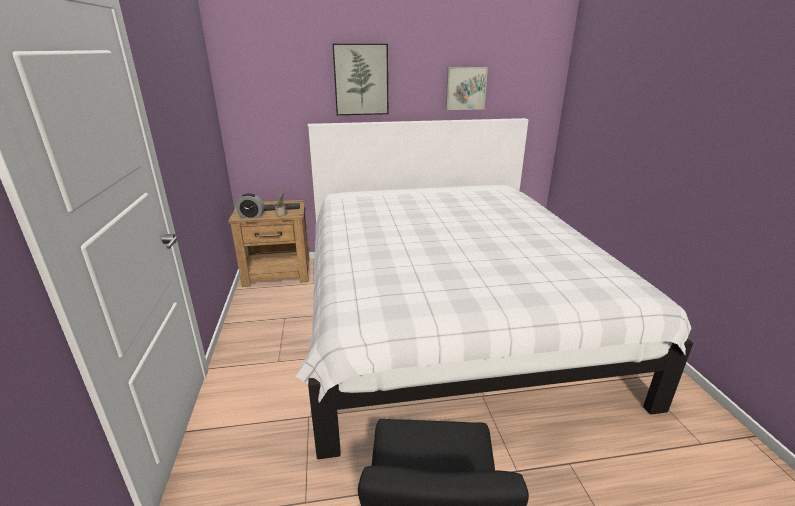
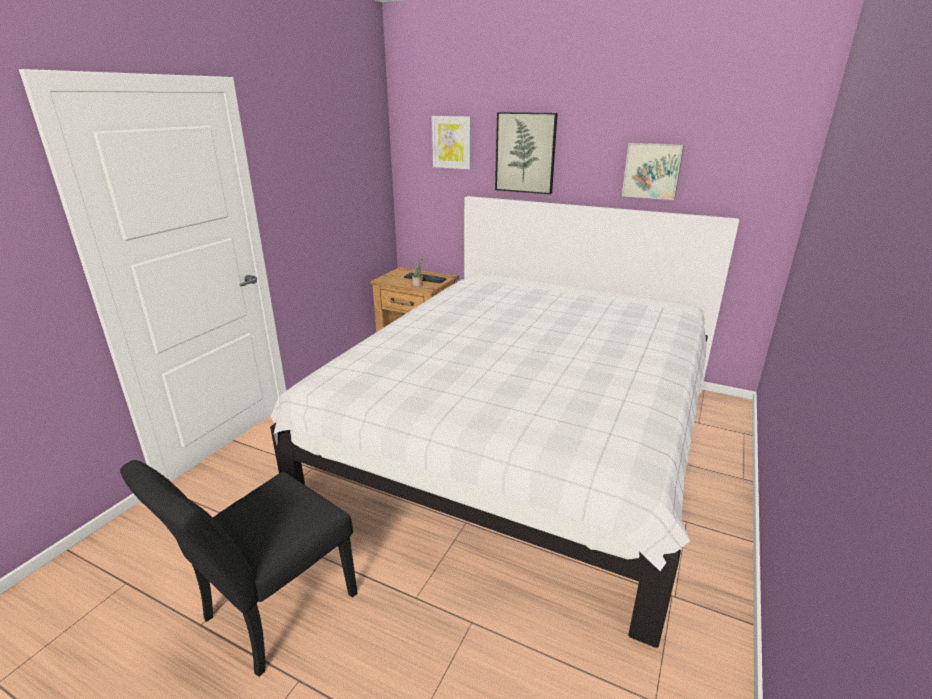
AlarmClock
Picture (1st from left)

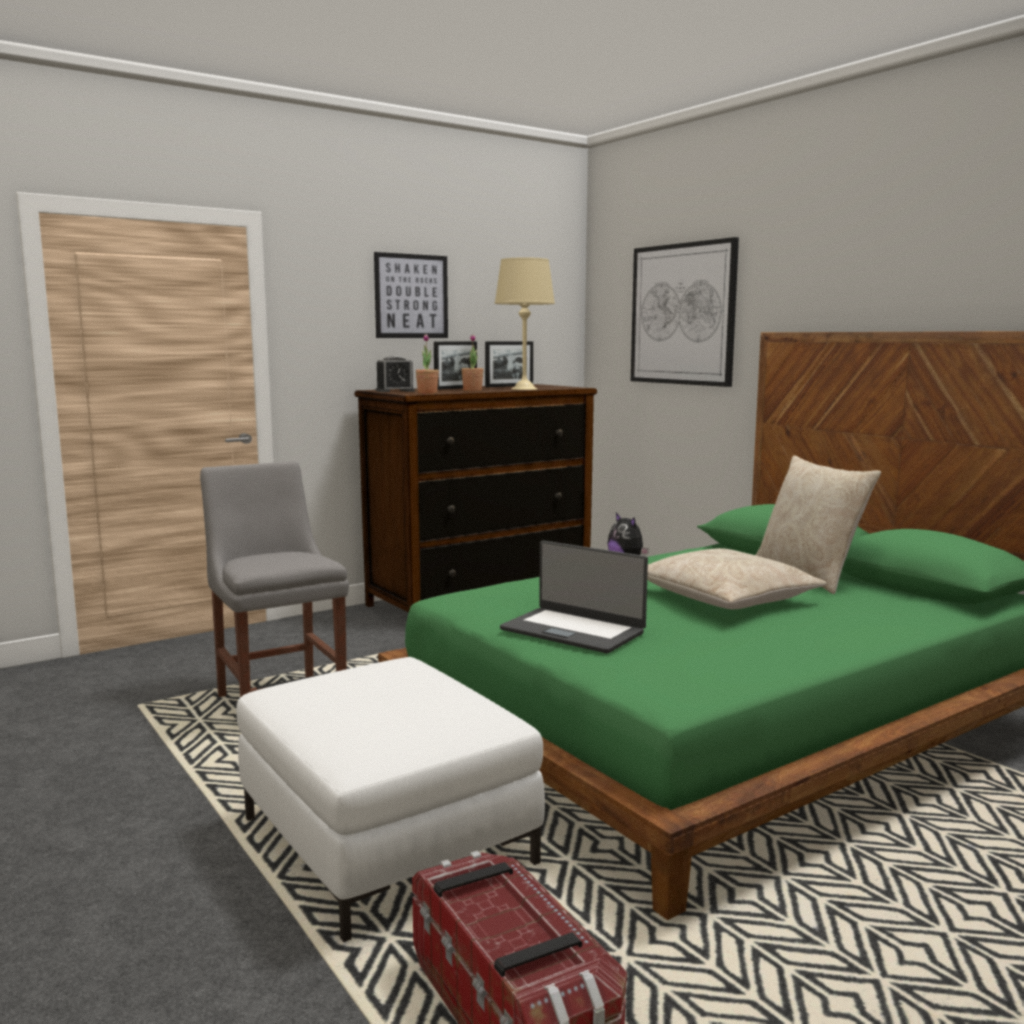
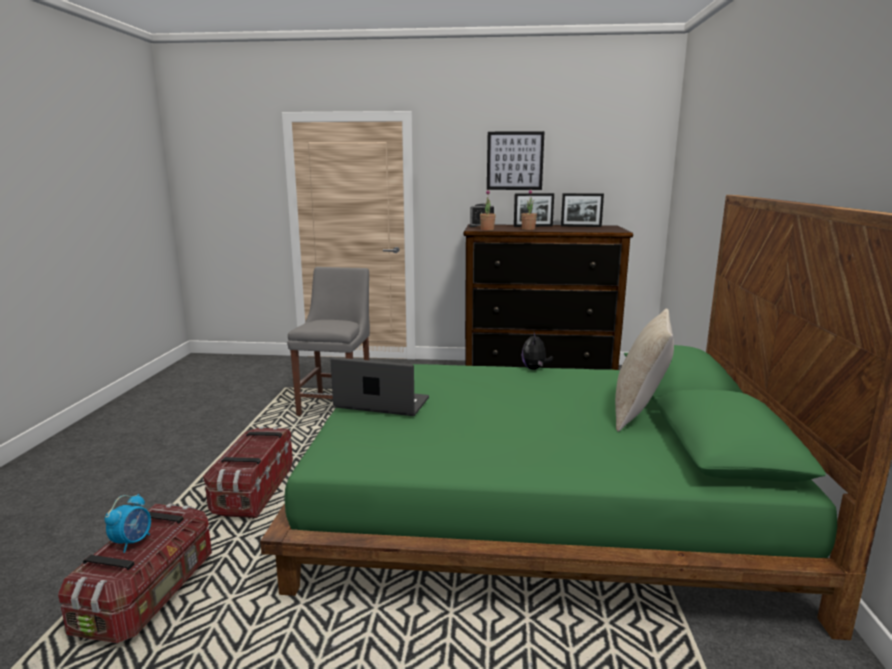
StorageBox (2nd from left)
BeigeTableLamp
Laptop
Picture (2nd from left in the first image)
BeigePillow (1st from left in the first image)
AlarmClock (1st from left)

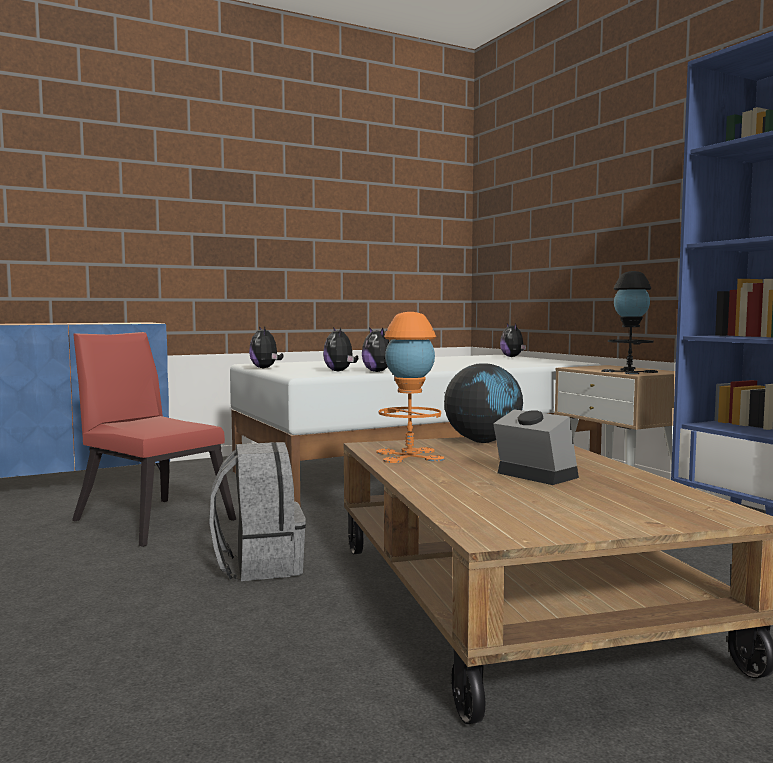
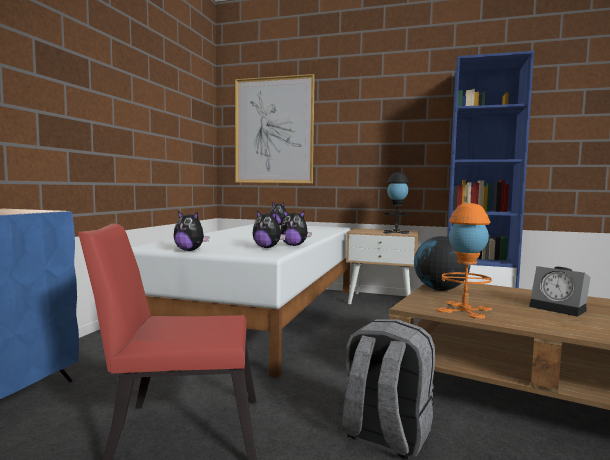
AlarmClock
Picture

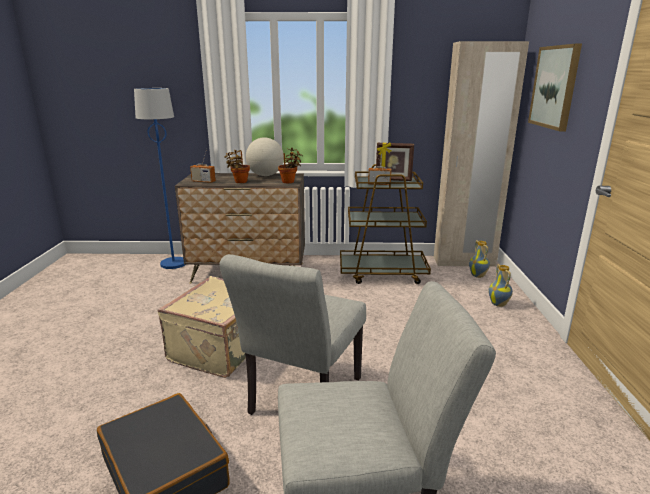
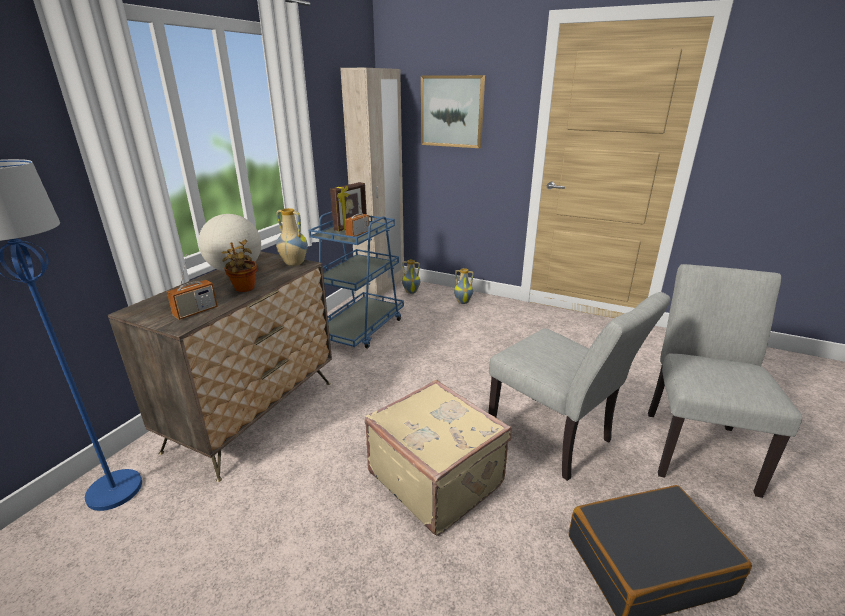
Vase (1st from left)
BlueCart

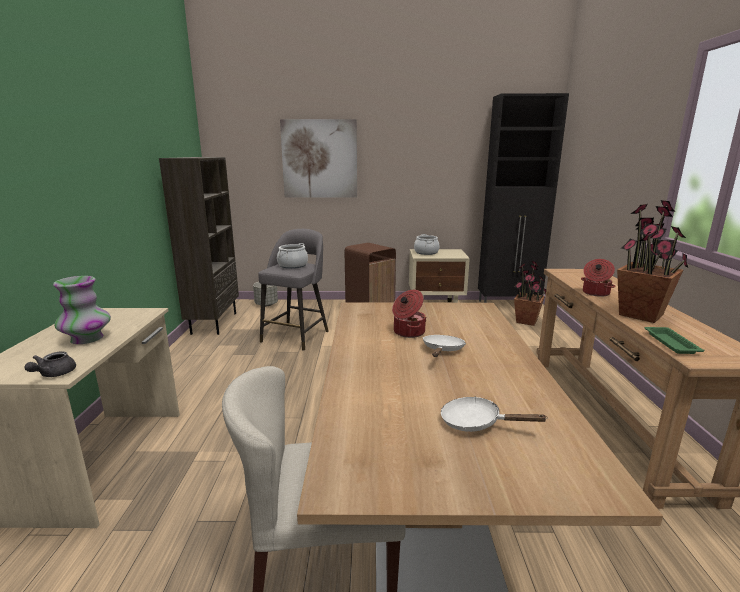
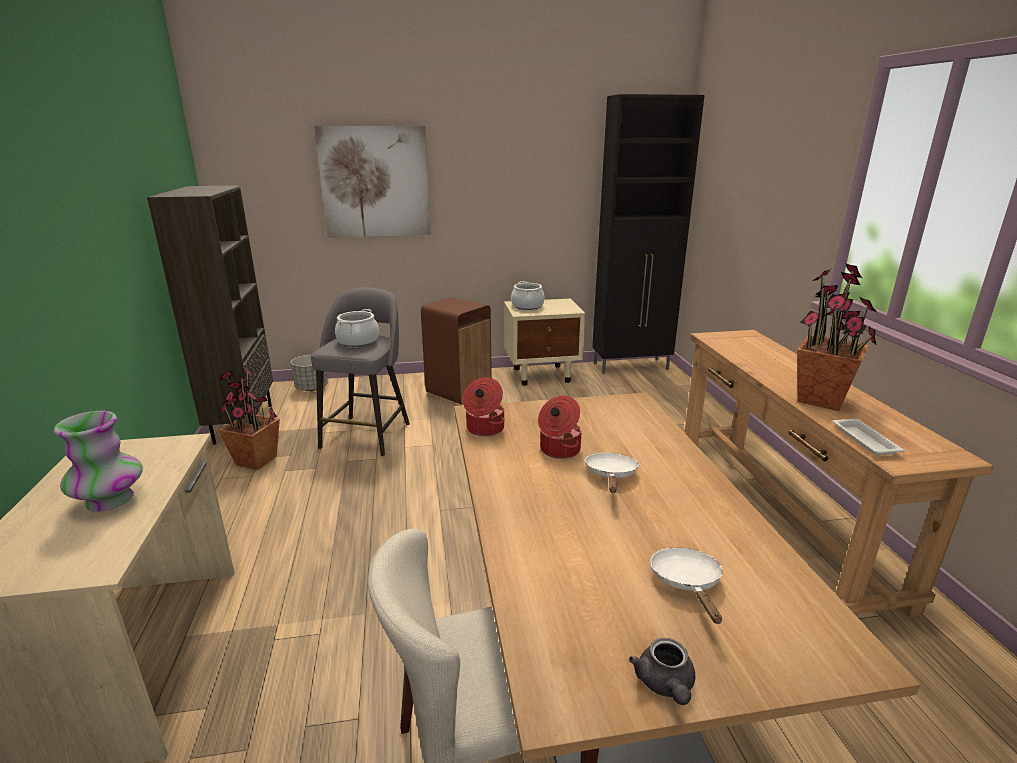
GreyTeapot
WhiteFryingPan (2nd from left)
PottedPlant (1st from left)
CookingPot (2nd from left)
WhiteTray

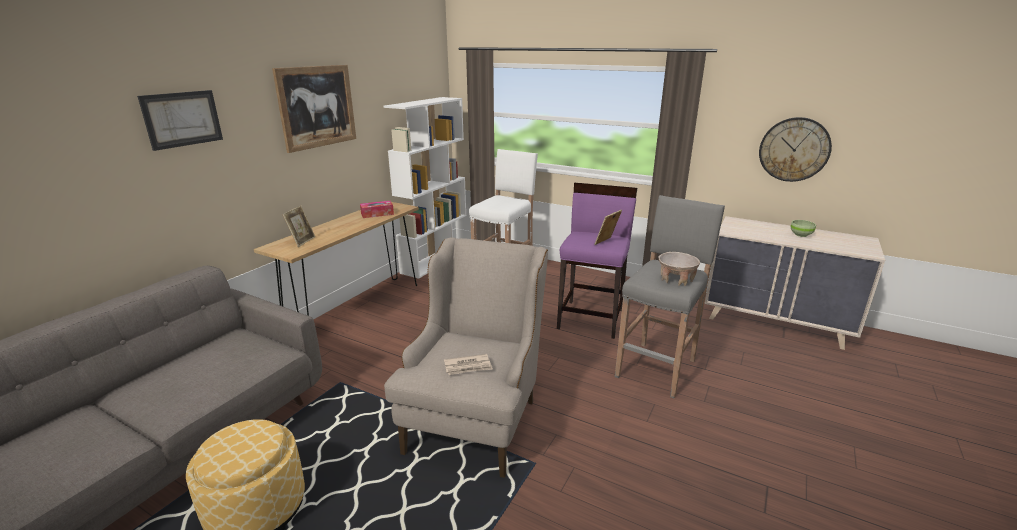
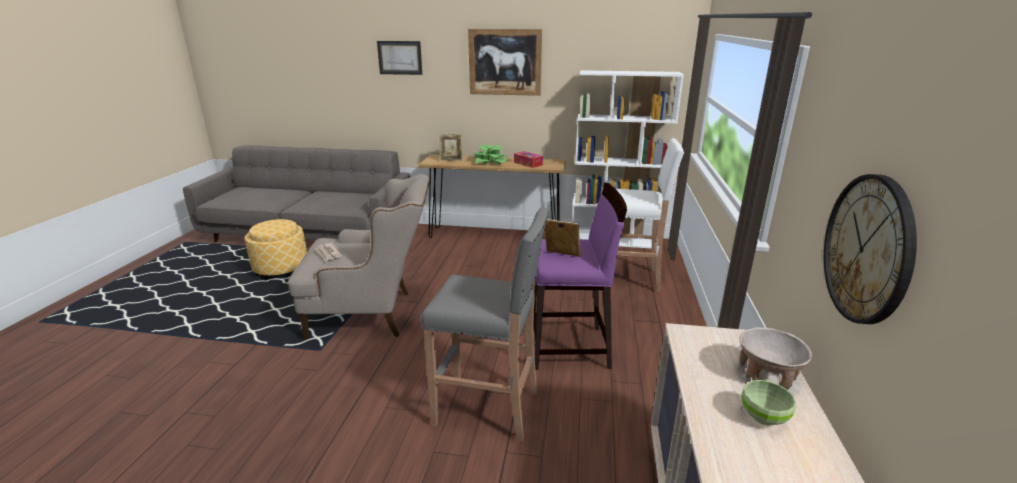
BeigeBowl
PottedPlant

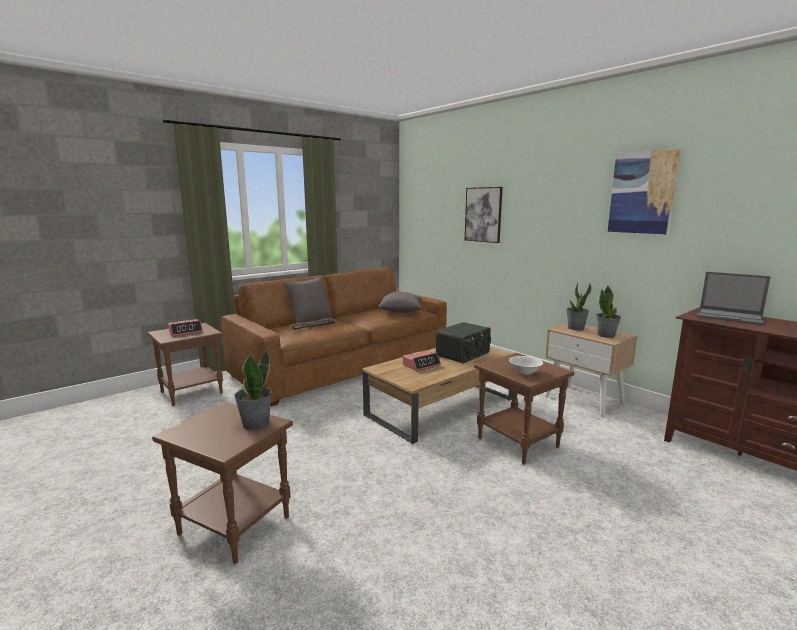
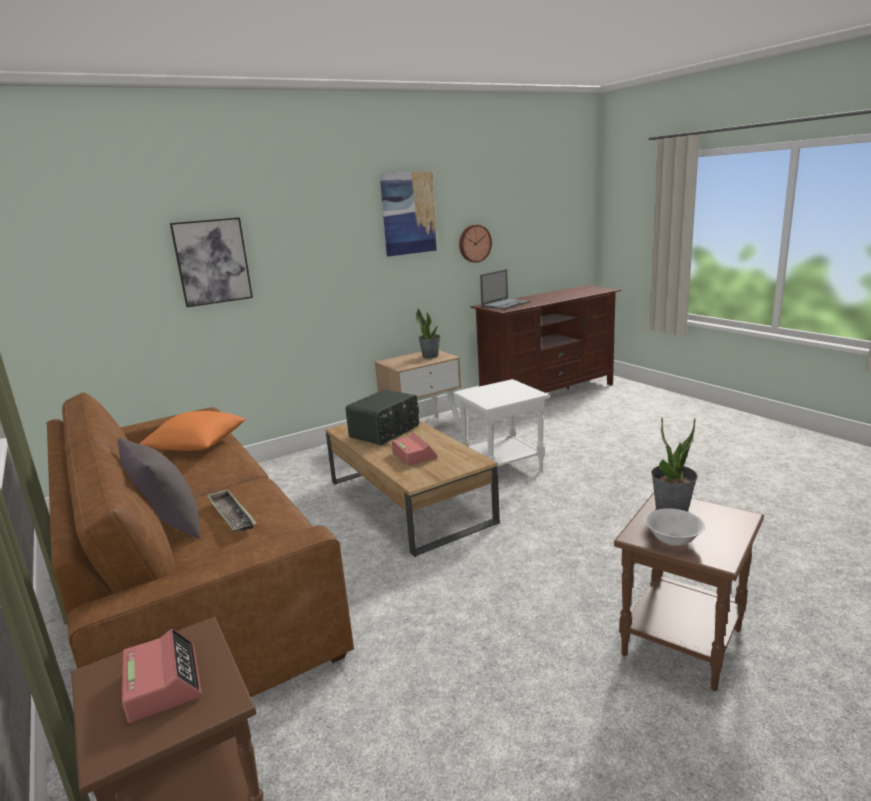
OrangePillow
Radio
WhiteSideTable
WhiteBowl
PottedPlant (2nd from left in the first image)
WallClock

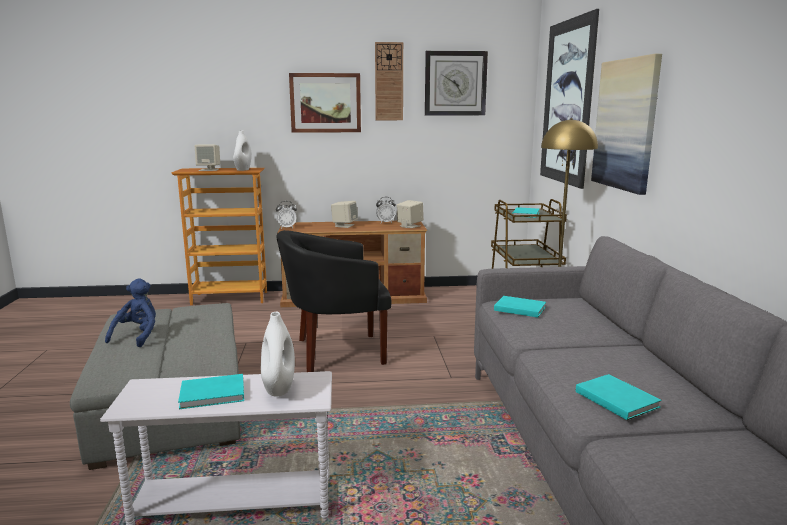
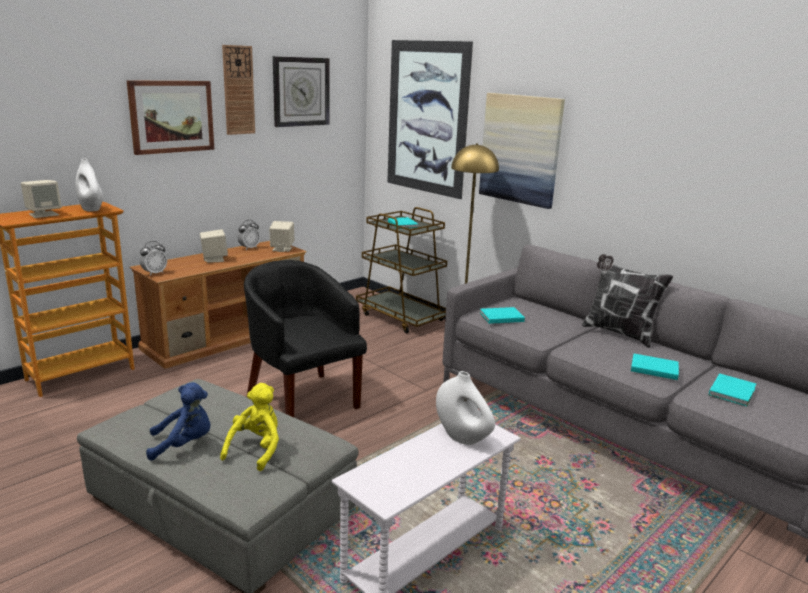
BluePlushToy
TurquoiseBook (4th from left)
BlackArmchair
YellowPlushToy
Pillow

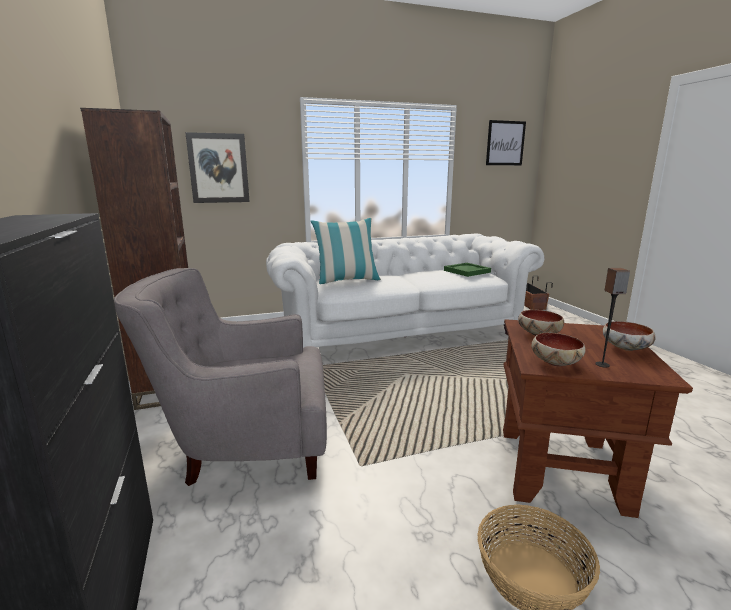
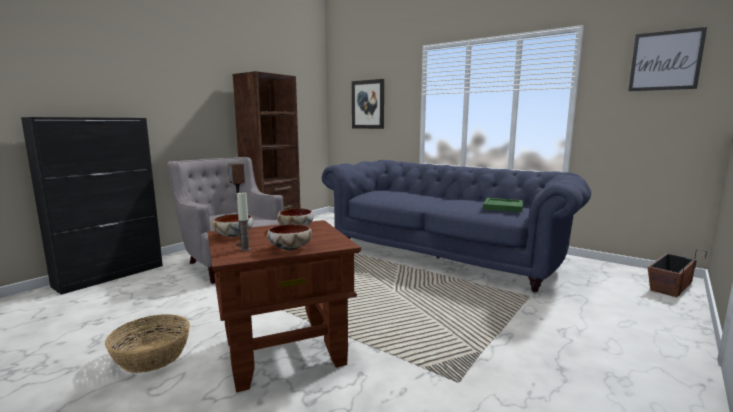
BlueSofa
Pillow
Candle

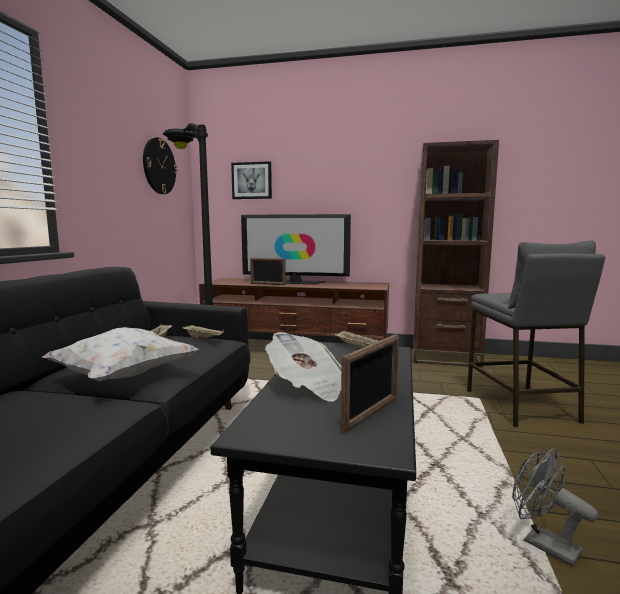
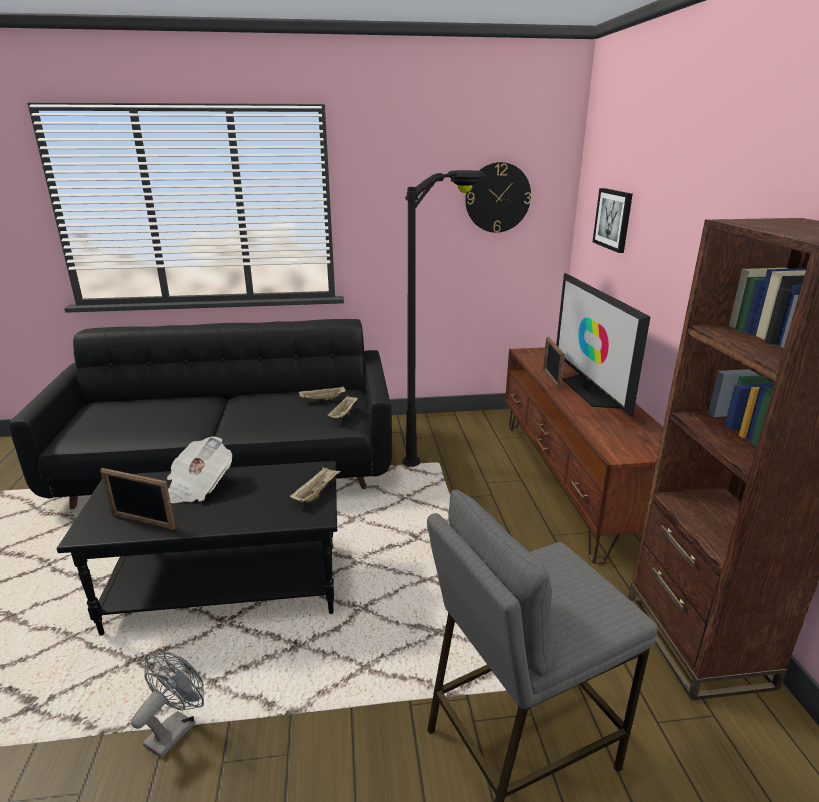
WhitePillow

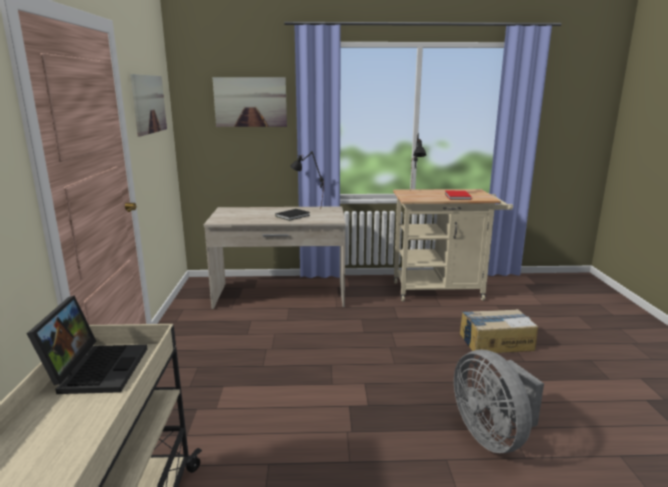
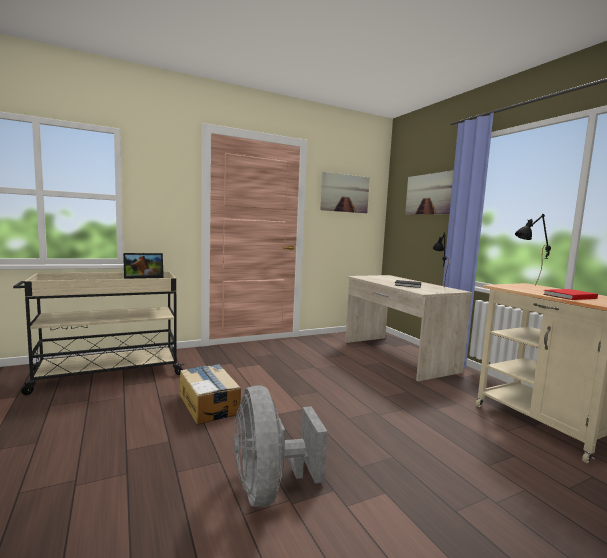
GreyFan
CardboardBox

